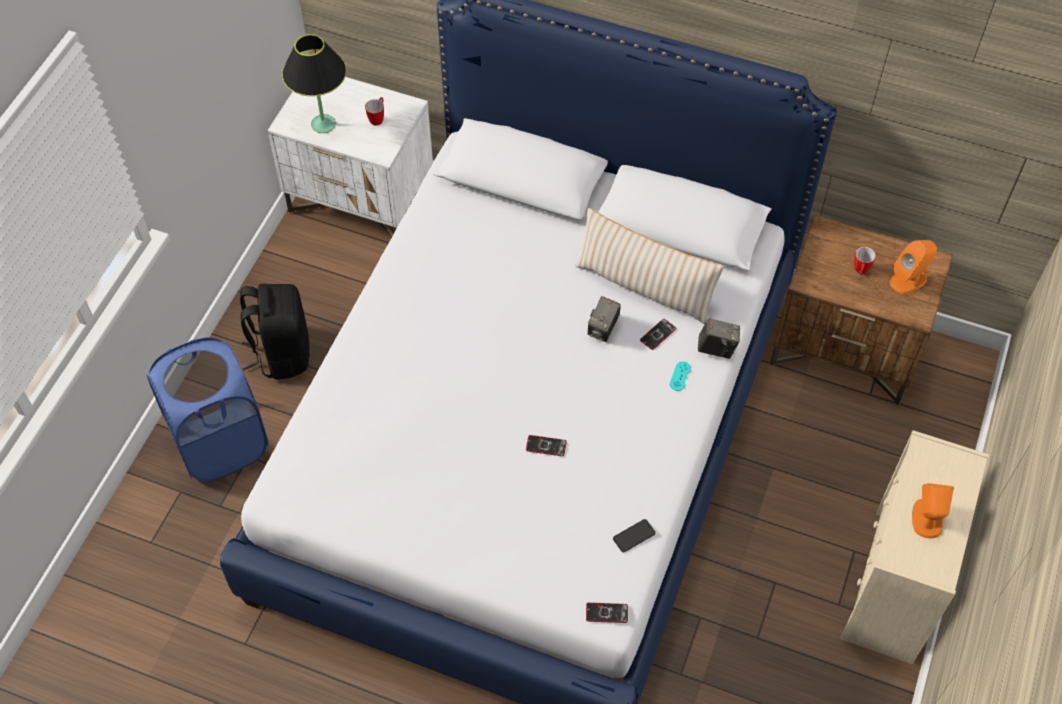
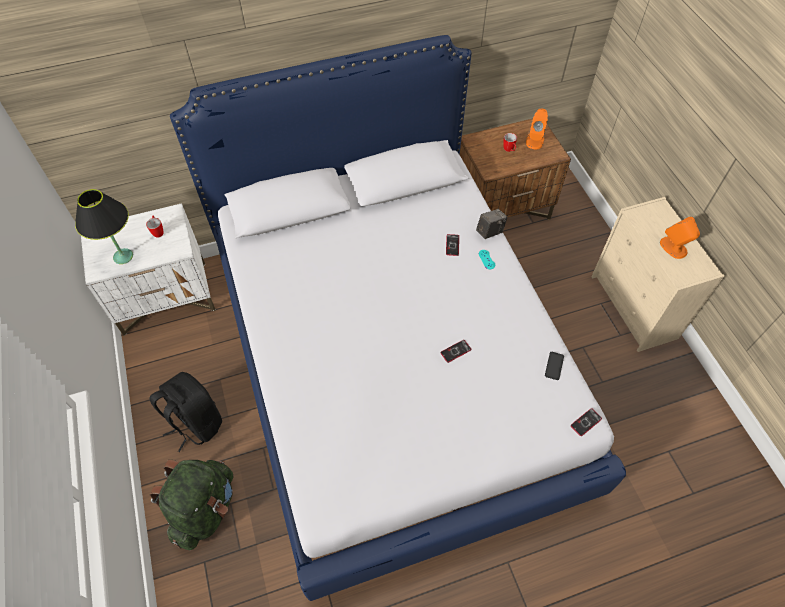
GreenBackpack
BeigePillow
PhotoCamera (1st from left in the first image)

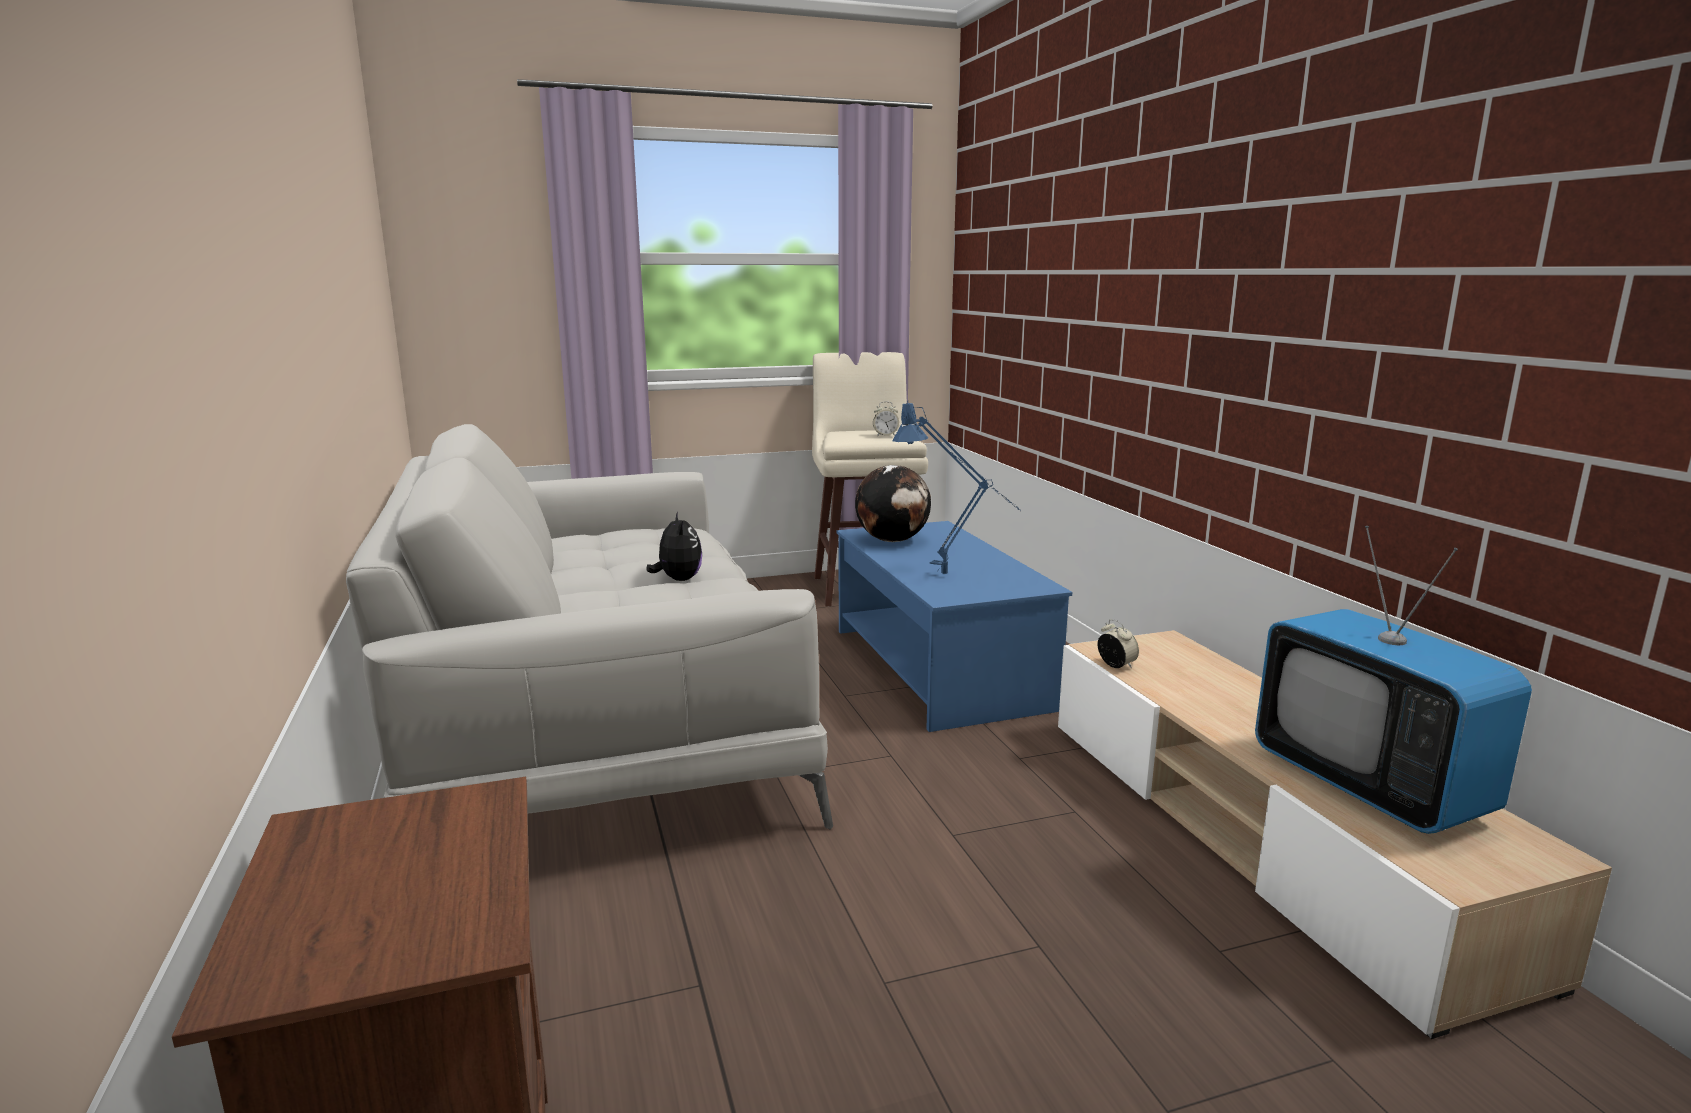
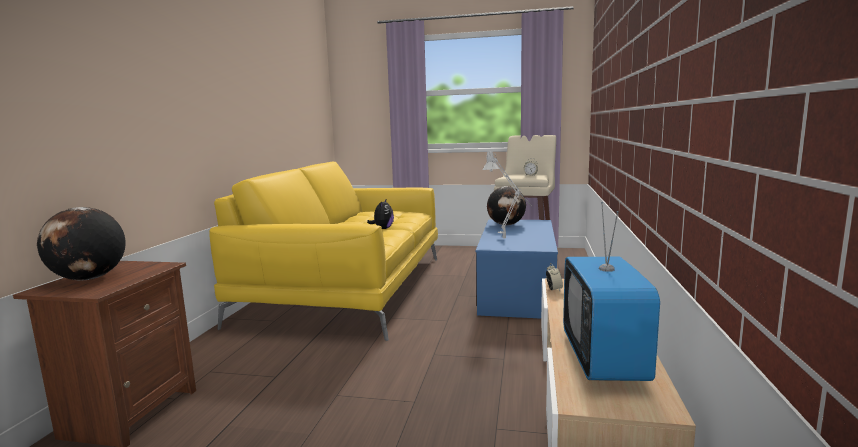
YellowSofa
GreyTableLamp
Globe (1st from left)

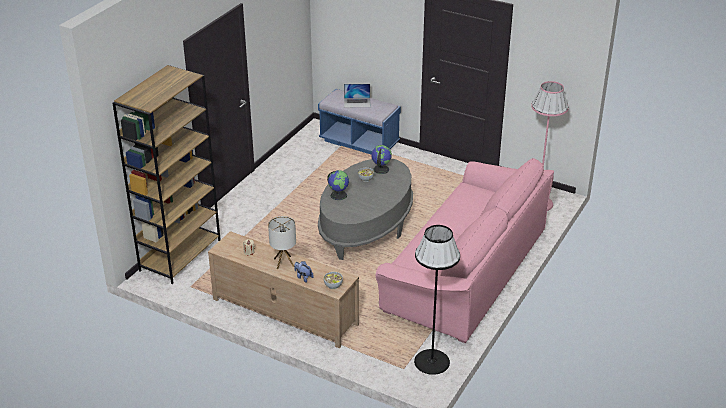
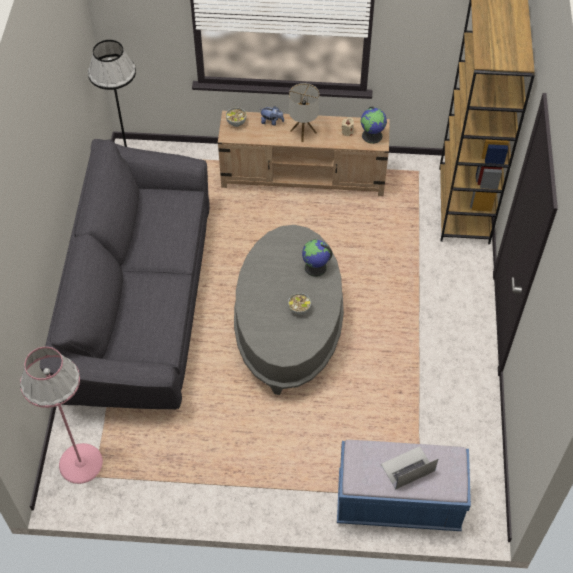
Globe (2nd from left)
GreySofa

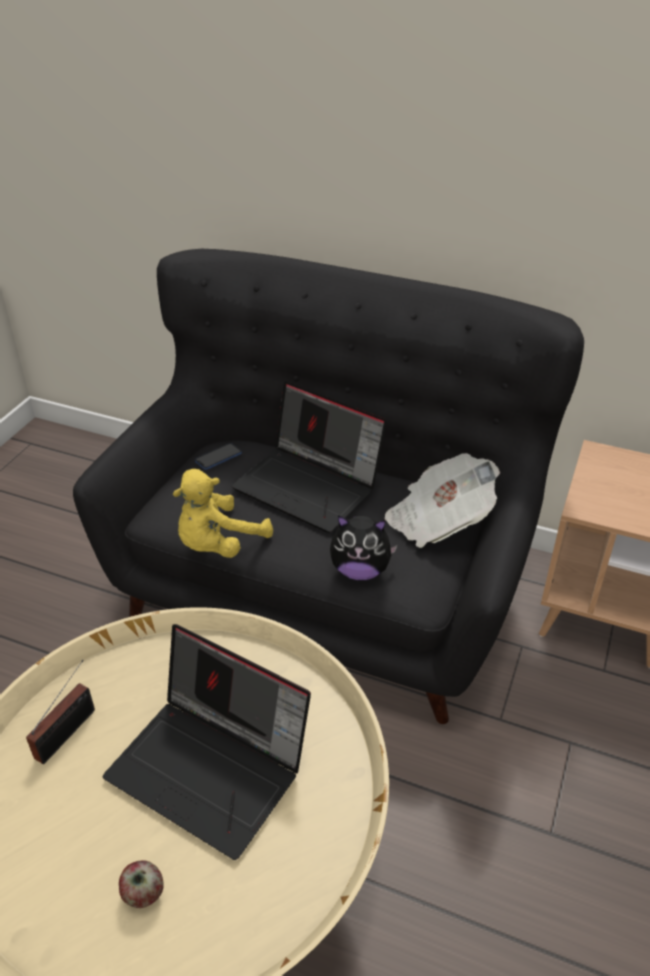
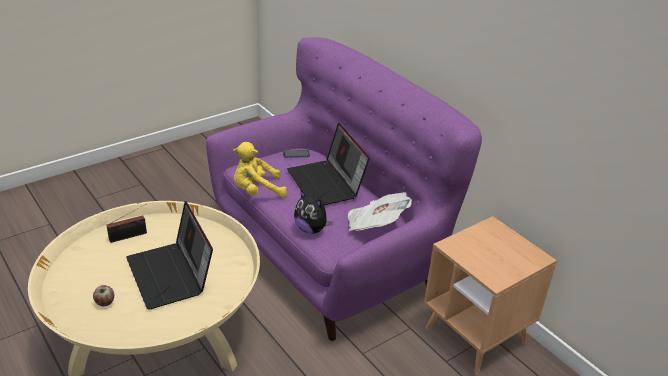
PurpleSofa

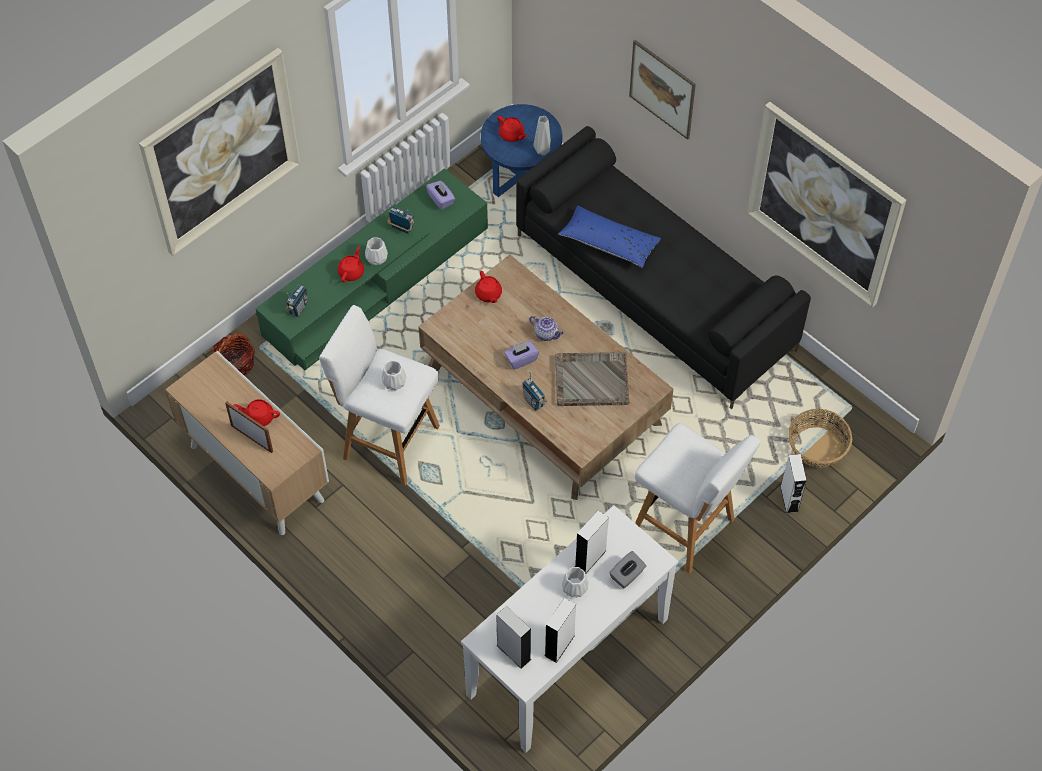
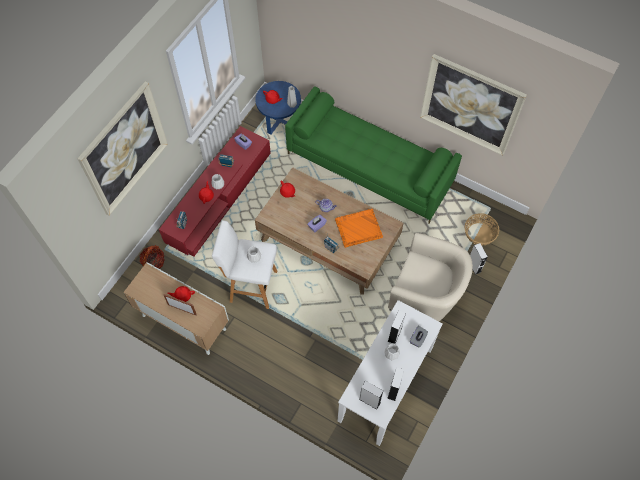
RedTvStand
GreenSofa
OrangeTray
BluePillow
Picture (2nd from left in the first image)
BeigeArmchair

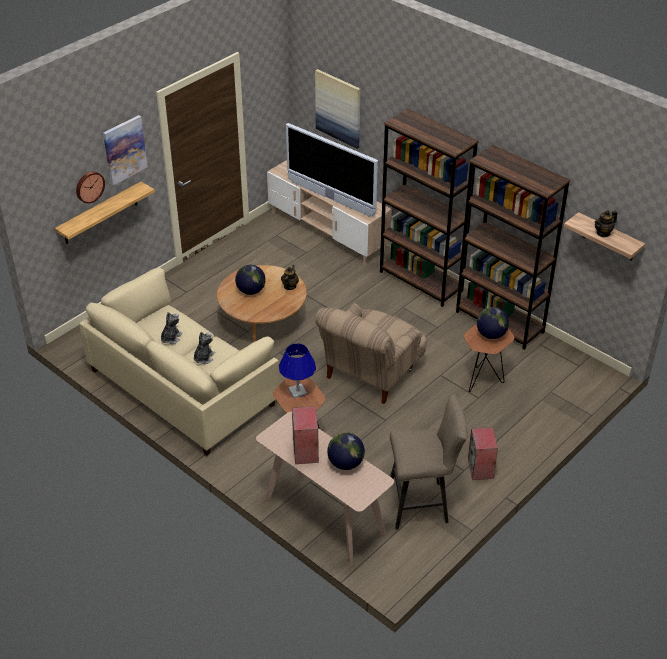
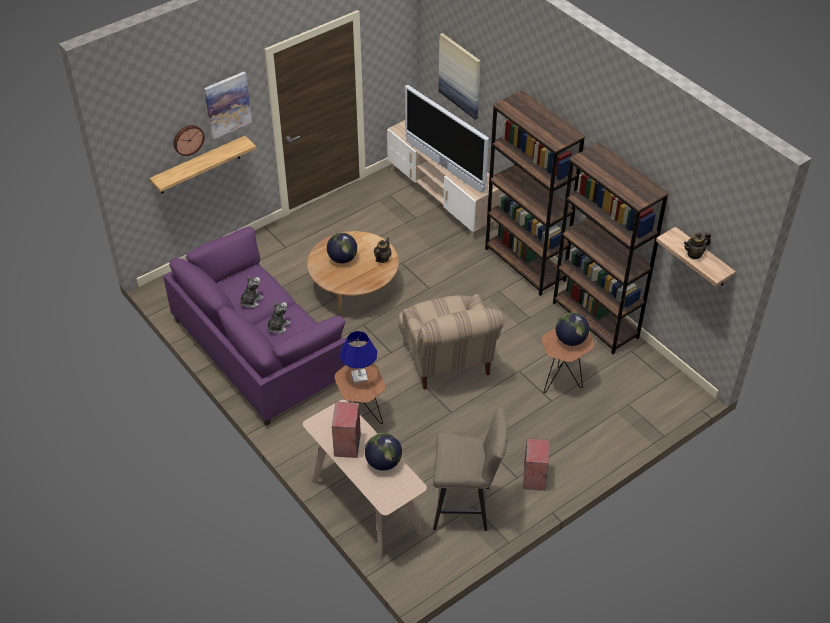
PurpleSofa
BeigeArmchair

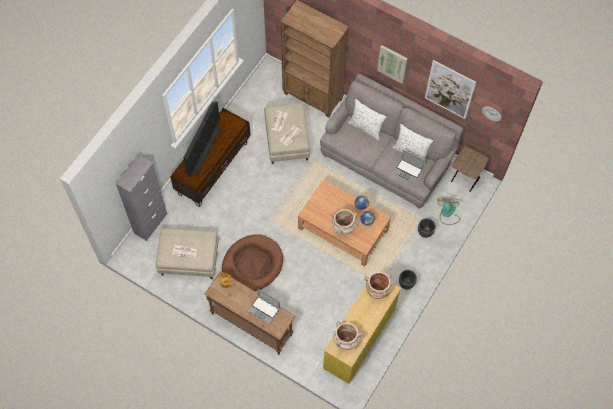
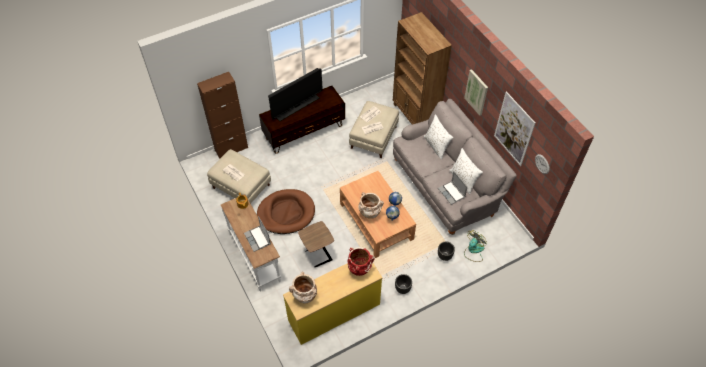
BrownCabinet
WhiteConsoleTable
RedVase
BrownSideTable

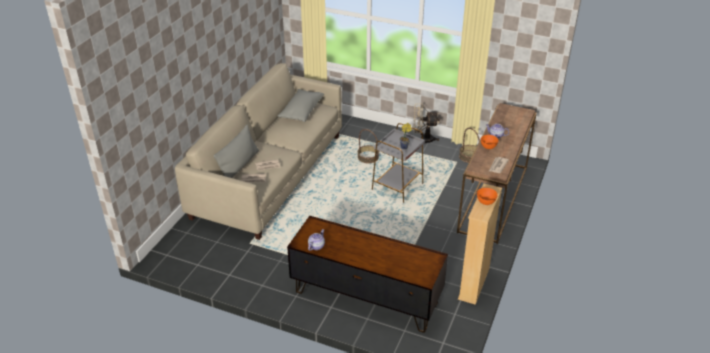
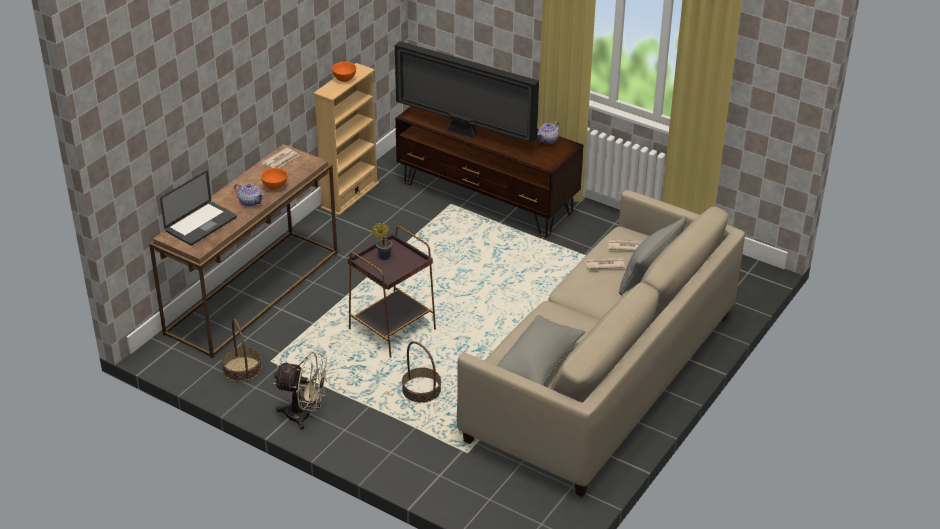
BrownSideTable
Laptop
Television

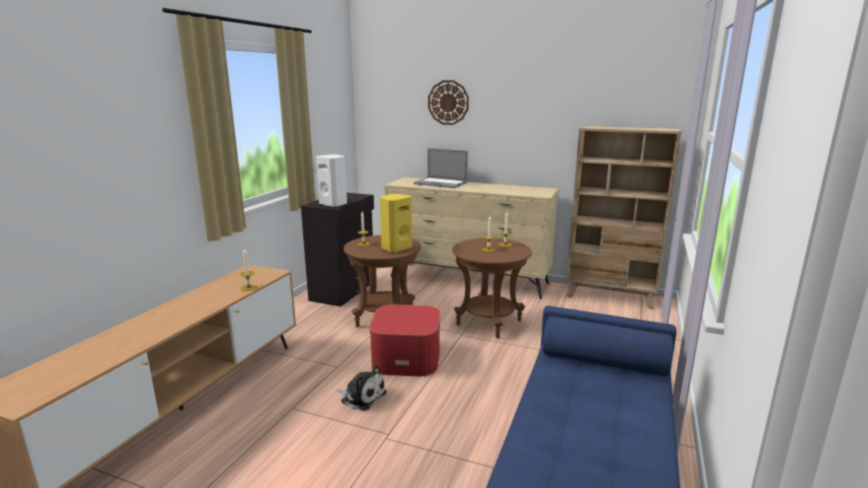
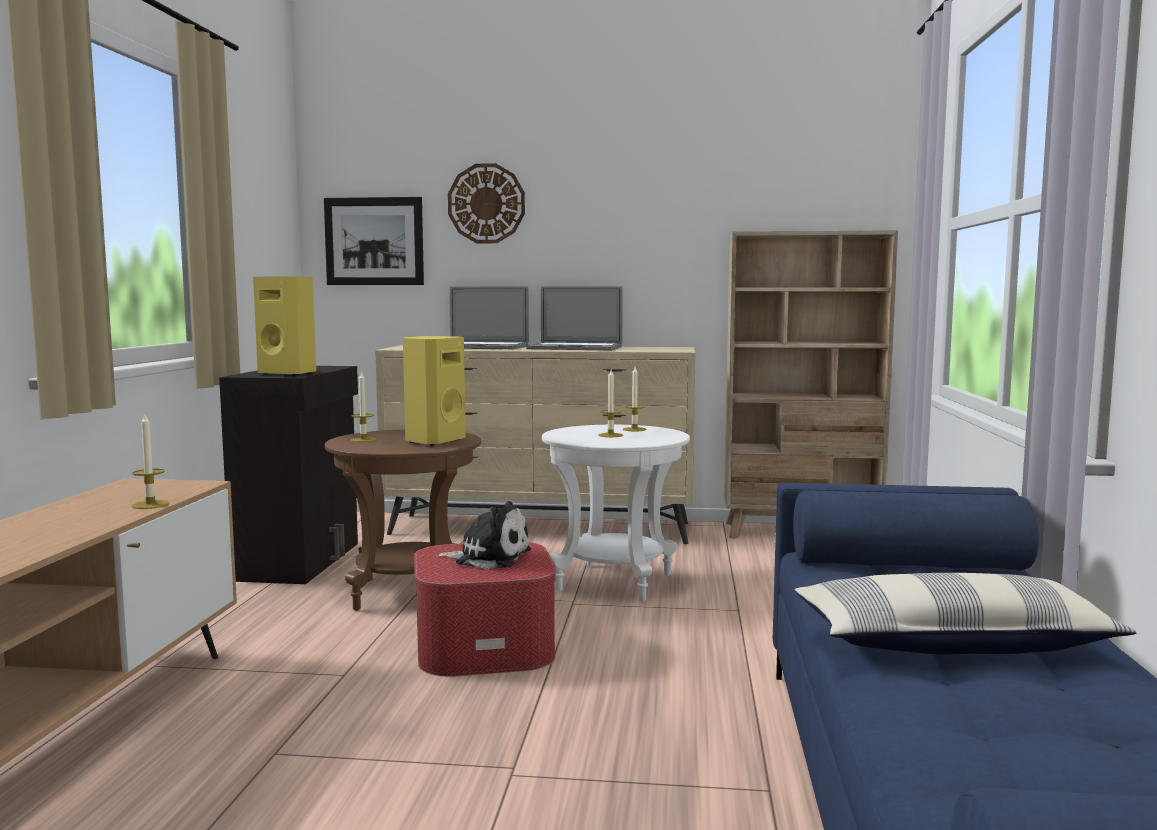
YellowSpeaker (1st from left)
PlushToy
WhiteSideTable
Picture
Laptop (2nd from left)
Pillow

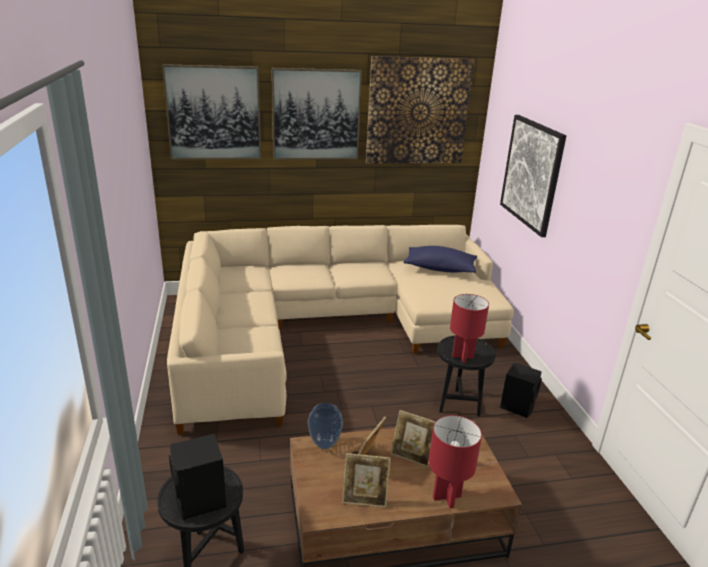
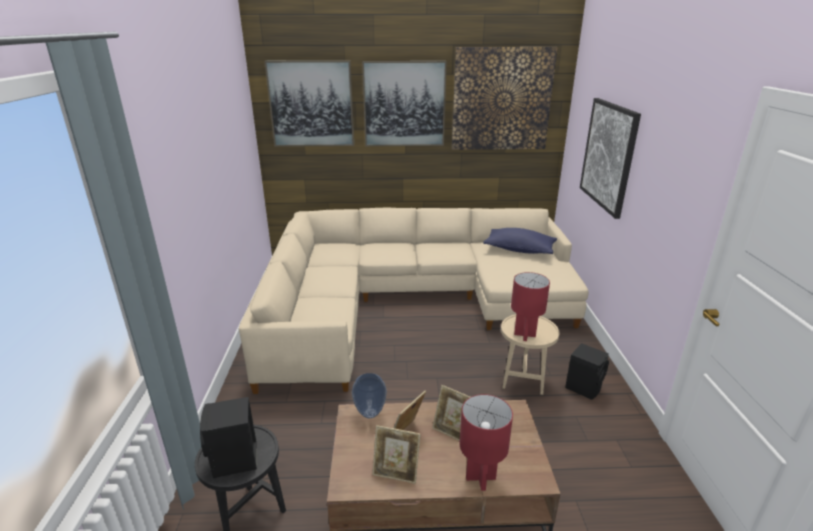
BeigeSideTable

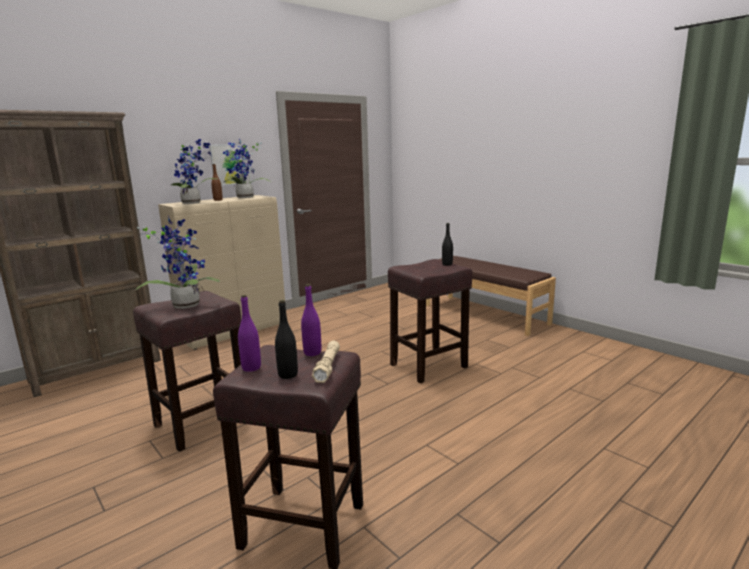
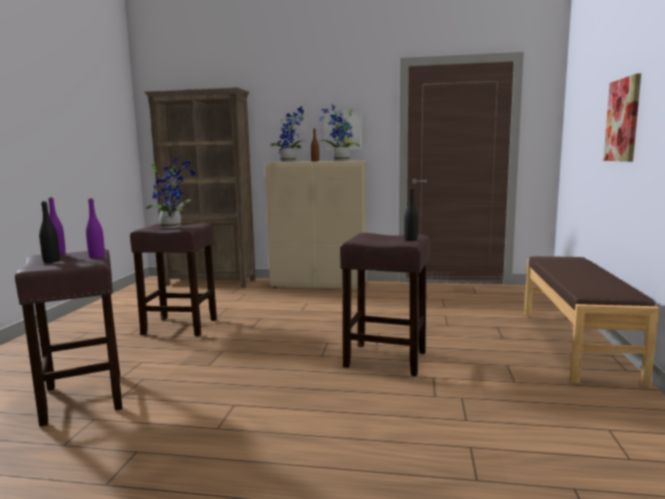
BeigeFlashlight
Picture (2nd from left)

